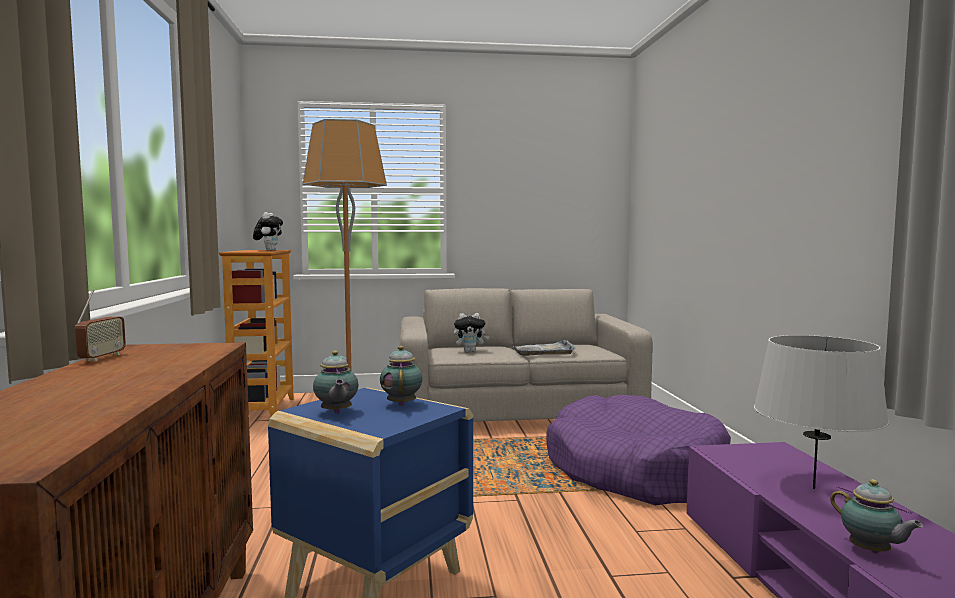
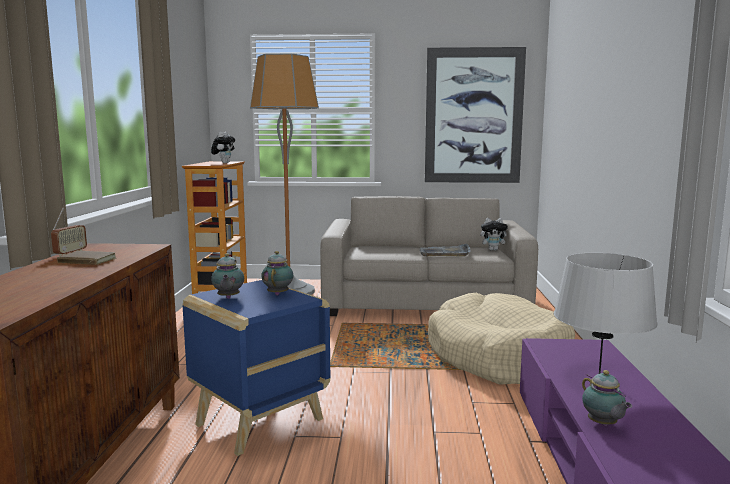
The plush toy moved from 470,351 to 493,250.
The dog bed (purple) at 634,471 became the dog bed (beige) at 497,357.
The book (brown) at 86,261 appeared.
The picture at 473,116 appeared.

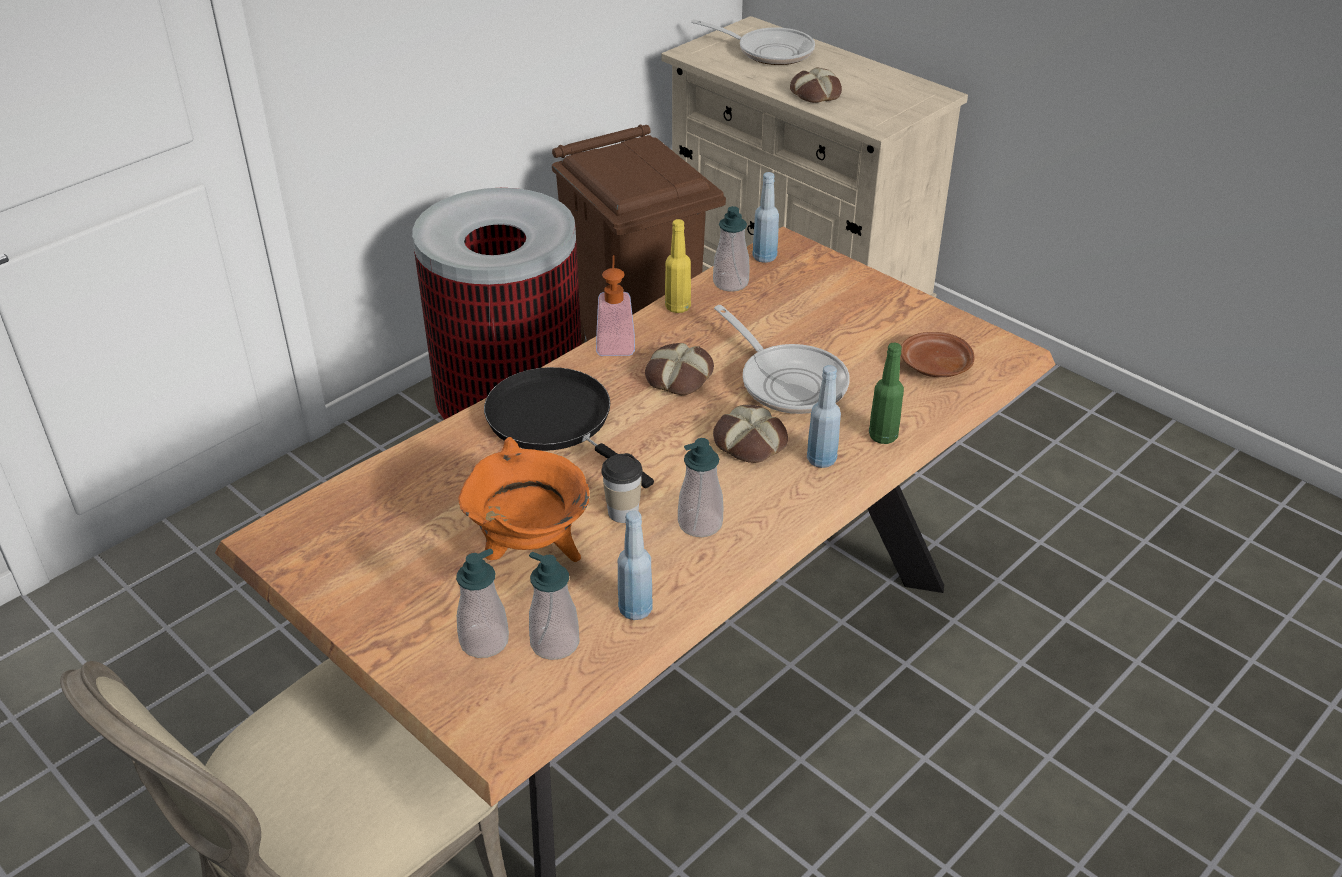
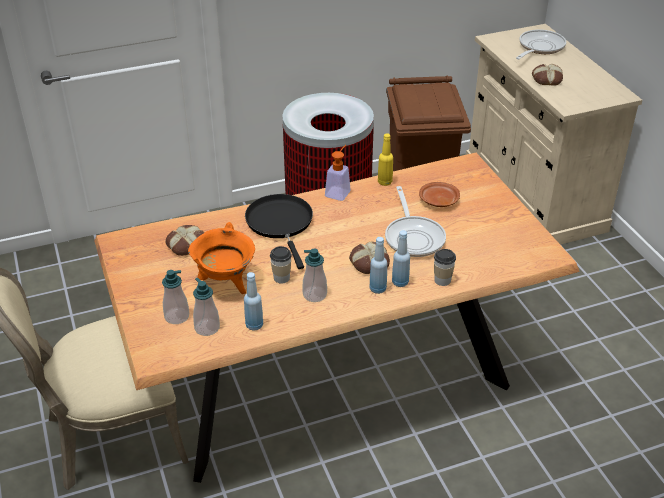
The bread moved from 678,376 to 186,244.
The frying pan at 769,51 turned 105 degrees counterclockwise.
The soap dispenser at 730,283 disappeared.
The bottle (blue) moved from 764,257 to 377,289.
The bottle (green) at 883,436 was replaced by the cup at 442,280.
The plate (brown) moved from 935,366 to 438,200.

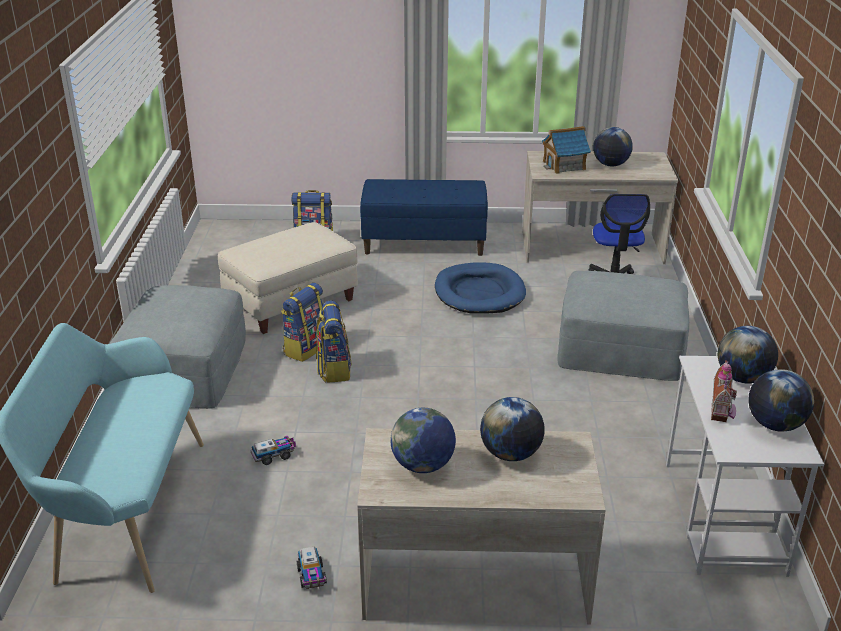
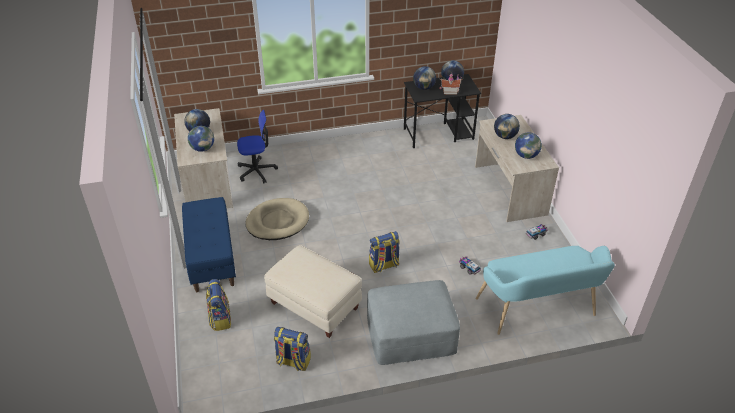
The backpack moved from 305,348 to 293,361.
The dog bed (blue) at 479,292 became the dog bed (beige) at 277,221.
The toy house at 564,165 was replaced by the globe at 203,149.
The ottoman (grey) at 620,348 disappeared.
The desk (white) at 723,517 became the desk (black) at 439,134.

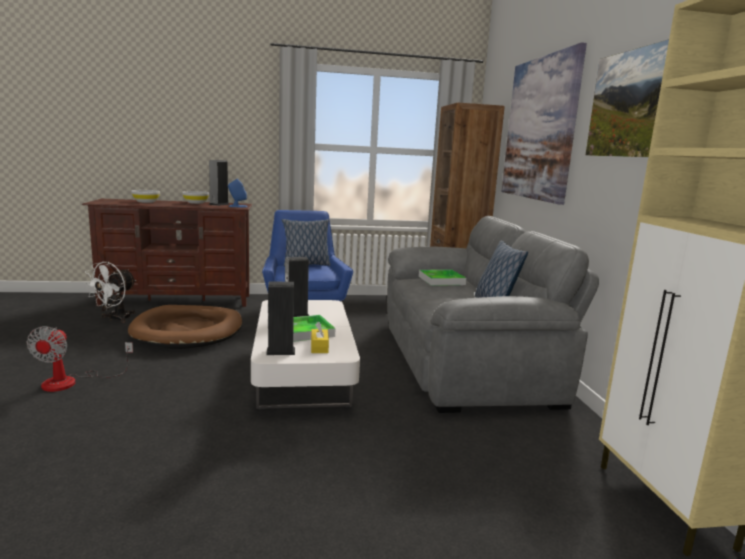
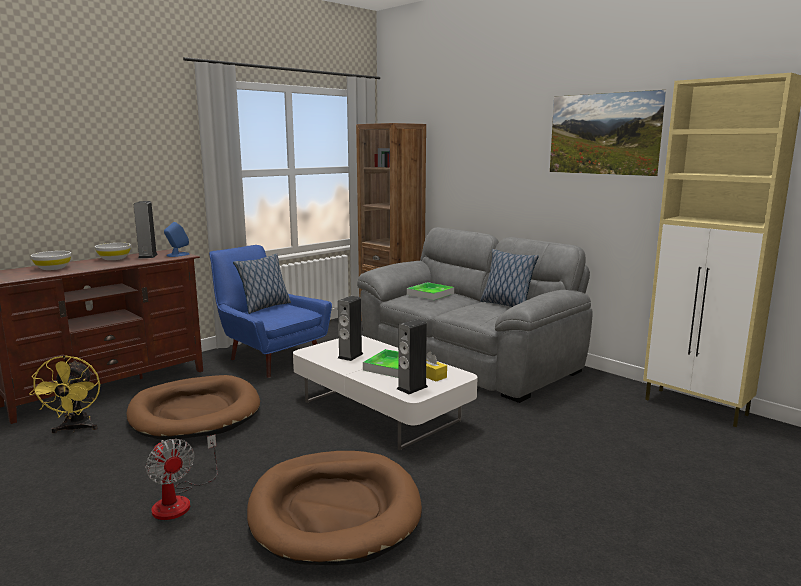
The fan (white) at 115,319 became the fan (yellow) at 75,429.
The picture at 539,129 disappeared.
The dog bed (brown) at 334,511 appeared.

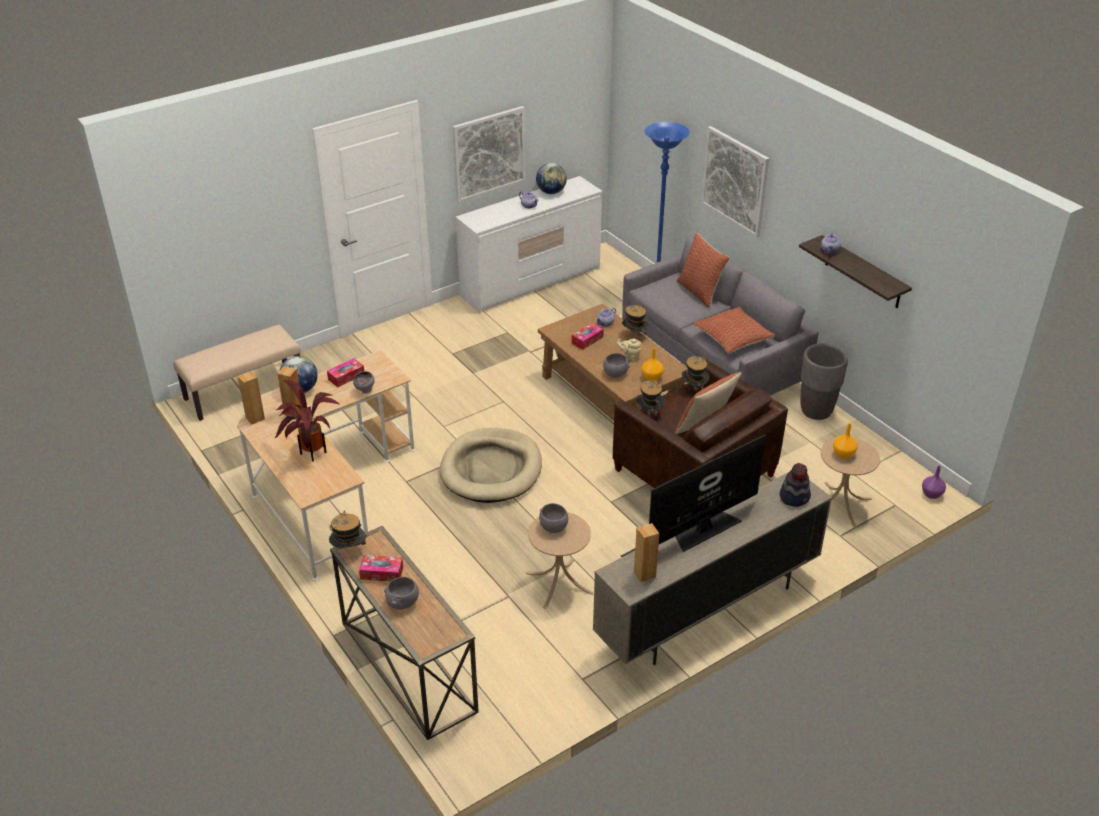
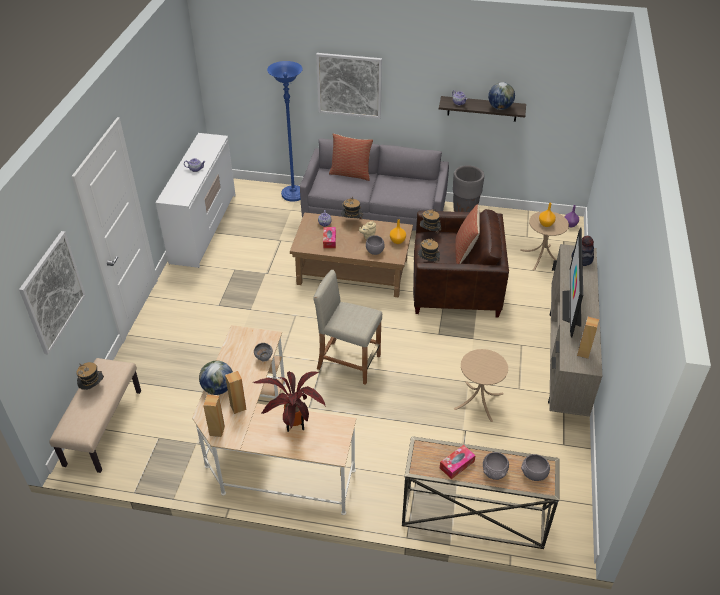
The tissue box at 346,377 disappeared.
The hat moved from 349,550 to 93,388.
The dog bed (beige) at 491,469 was replaced by the stool (beige) at 348,362.
The picture moved from 489,153 to 52,292.
The globe moved from 551,192 to 500,107.
The bowl (grey) moved from 553,526 to 533,474.
The pillow at 733,338 disappeared.

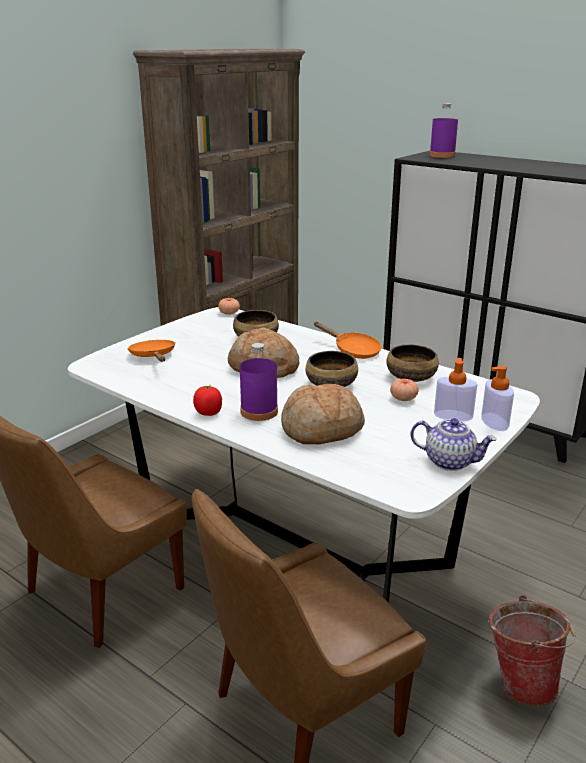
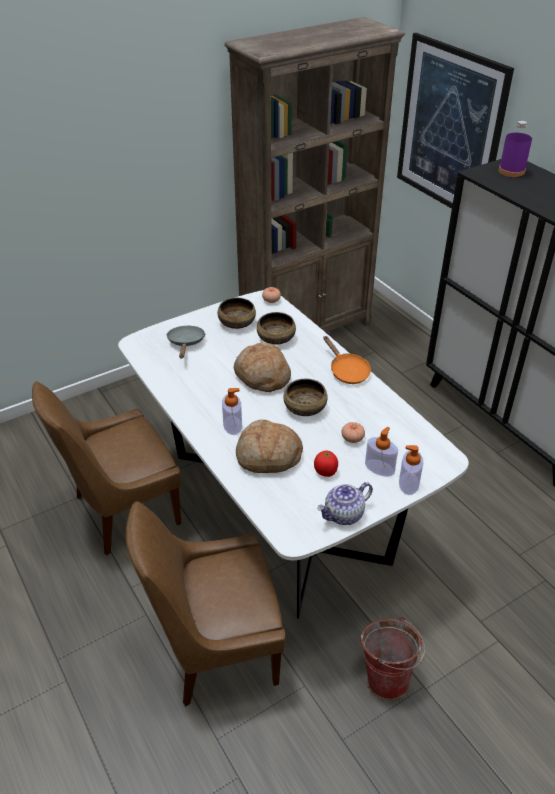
The frying pan (orange) at 154,356 became the frying pan (grey) at 186,343.
The tomato moved from 208,413 to 325,472.
The bottle (purple) at 259,411 was replaced by the soap dispenser at 232,425.
The bowl moved from 410,376 to 236,322.
The teapot at 450,461 turned 105 degrees clockwise.
The picture at 450,128 appeared.

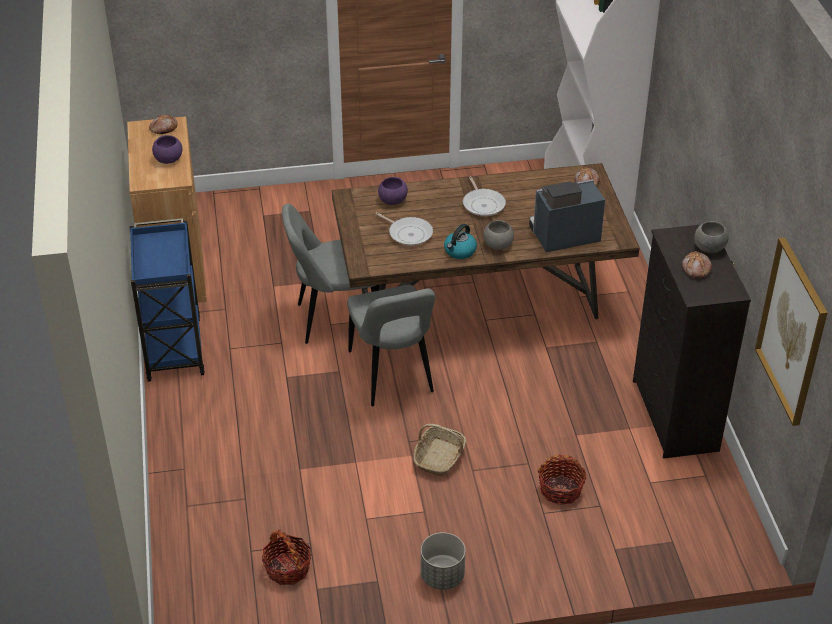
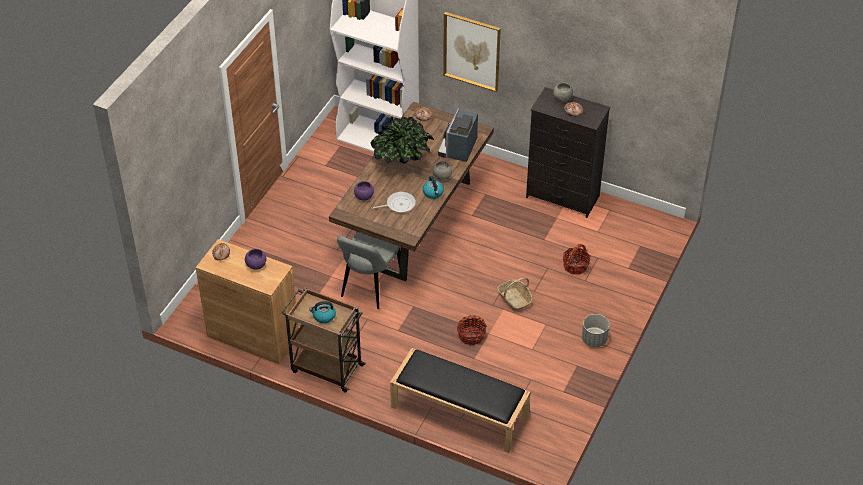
The cart (blue) at 174,347 became the cart (brown) at 326,368.
The basket moved from 287,568 to 471,335.
The chair (grey) at 392,375 disappeared.
The frying pan at 483,204 was replaced by the potted plant at 402,163.
The picture moved from 792,331 to 472,51.
The kettle at 323,316 appeared.
The bench (black) at 458,412 appeared.

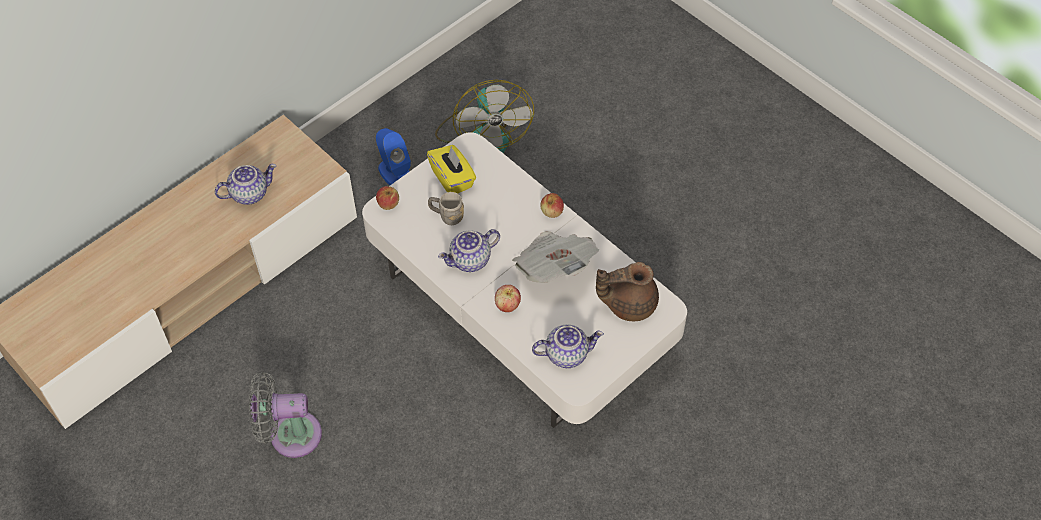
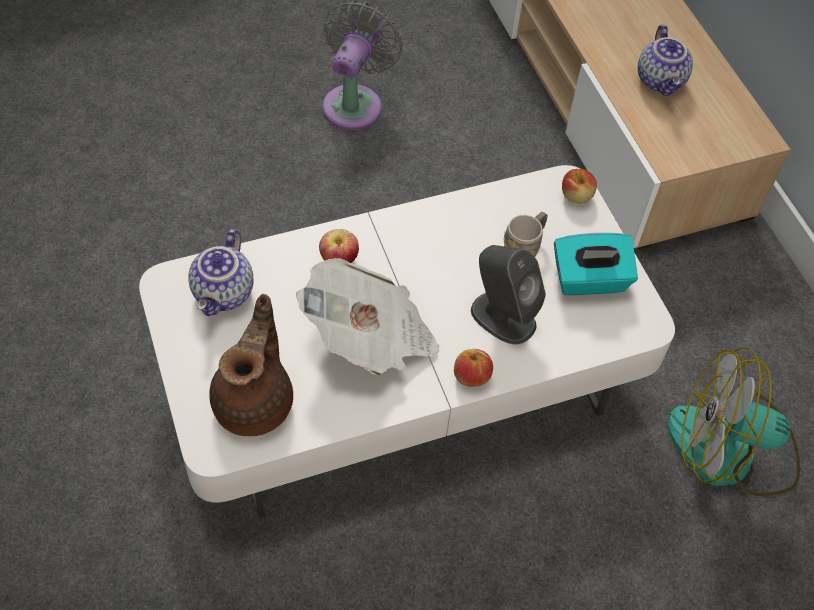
The speaker (blue) at 394,172 disappeared.
The tissue box (yellow) at 452,179 became the tissue box (turquoise) at 589,280.
The teapot at 470,261 disappeared.
The speaker (grey) at 502,317 appeared.

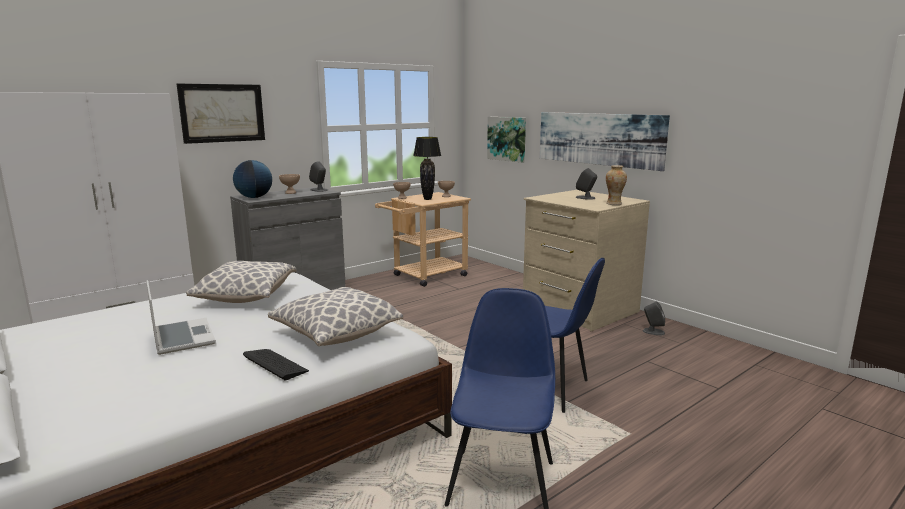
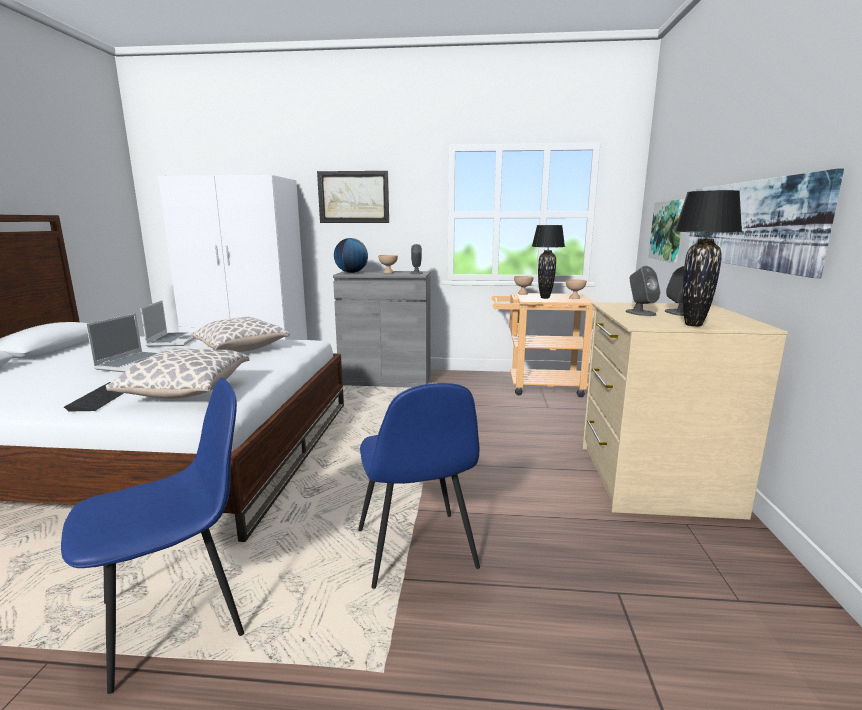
The vase at 614,204 was replaced by the table lamp (black) at 694,325.
The speaker (grey) moved from 653,332 to 640,313.
The laptop at 174,340 appeared.

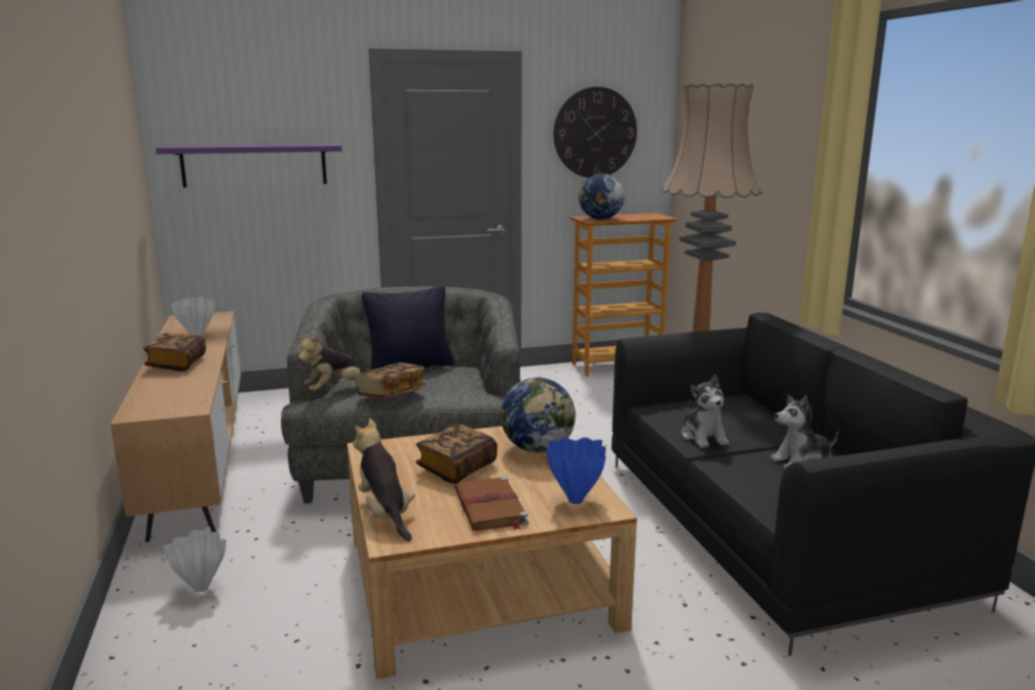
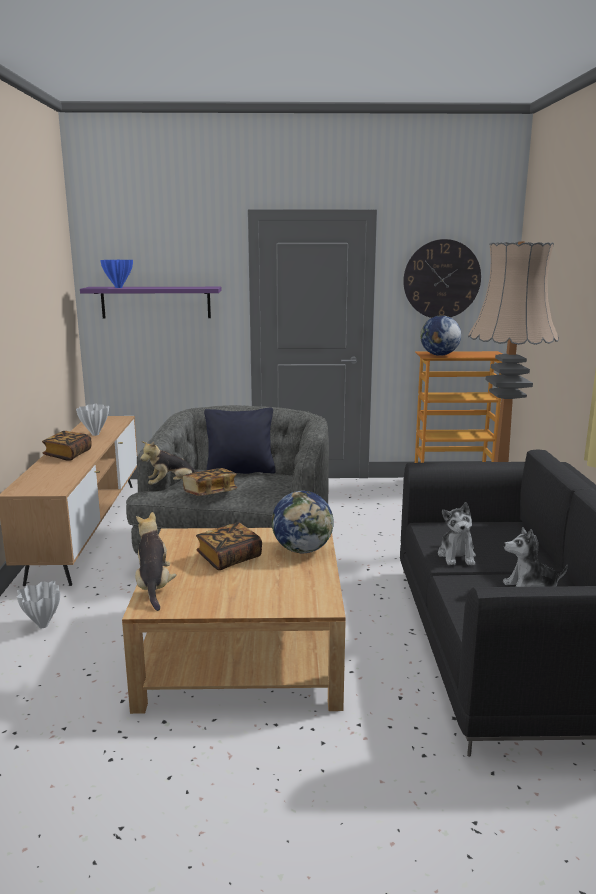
The book (brown) at 490,508 disappeared.
The vase (blue) moved from 574,501 to 118,287.

